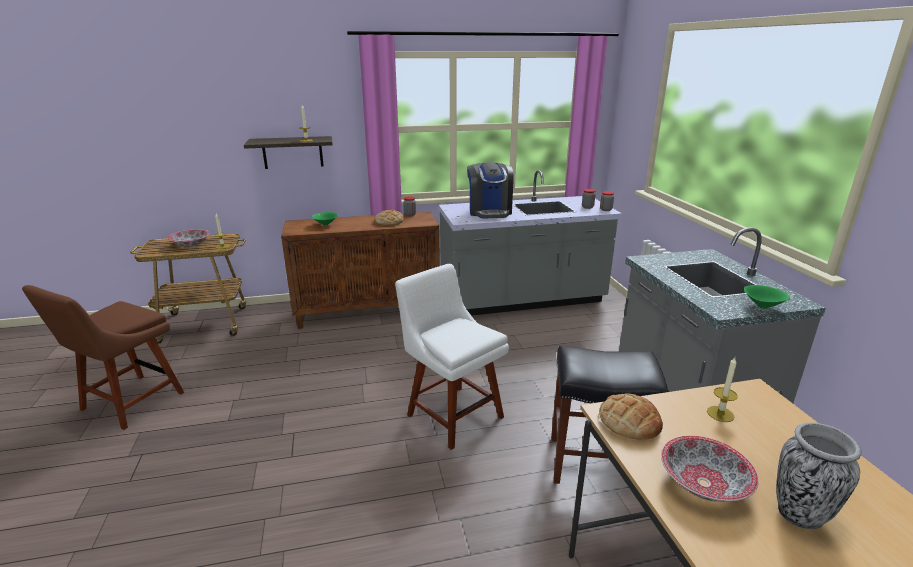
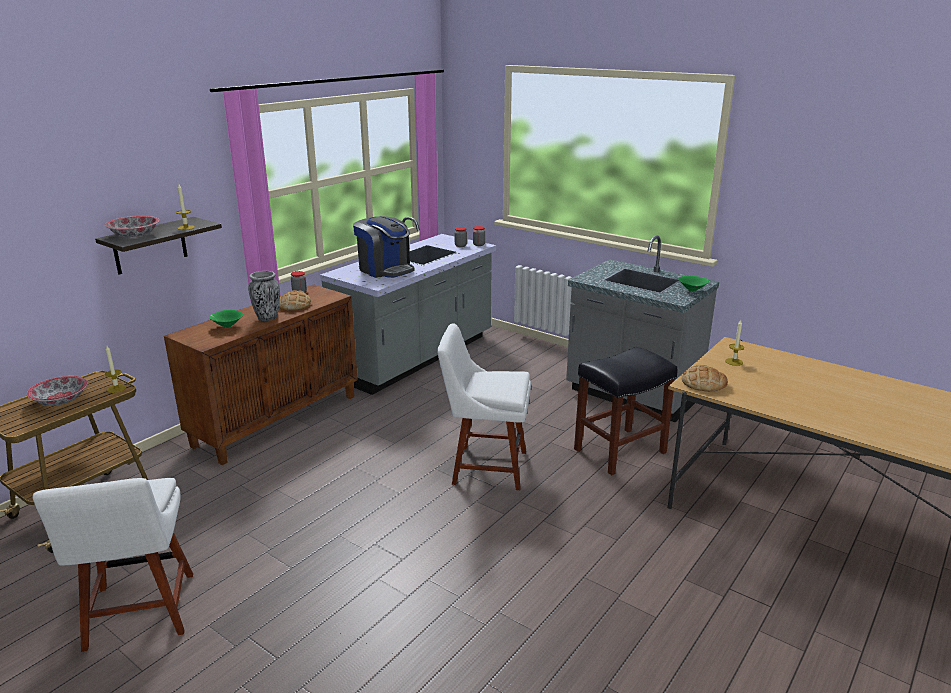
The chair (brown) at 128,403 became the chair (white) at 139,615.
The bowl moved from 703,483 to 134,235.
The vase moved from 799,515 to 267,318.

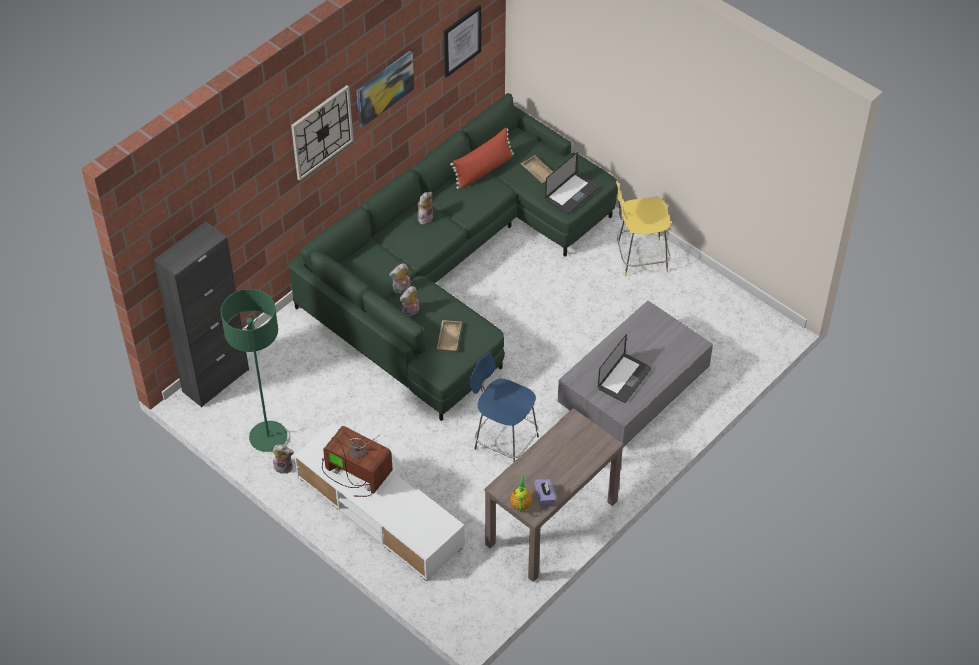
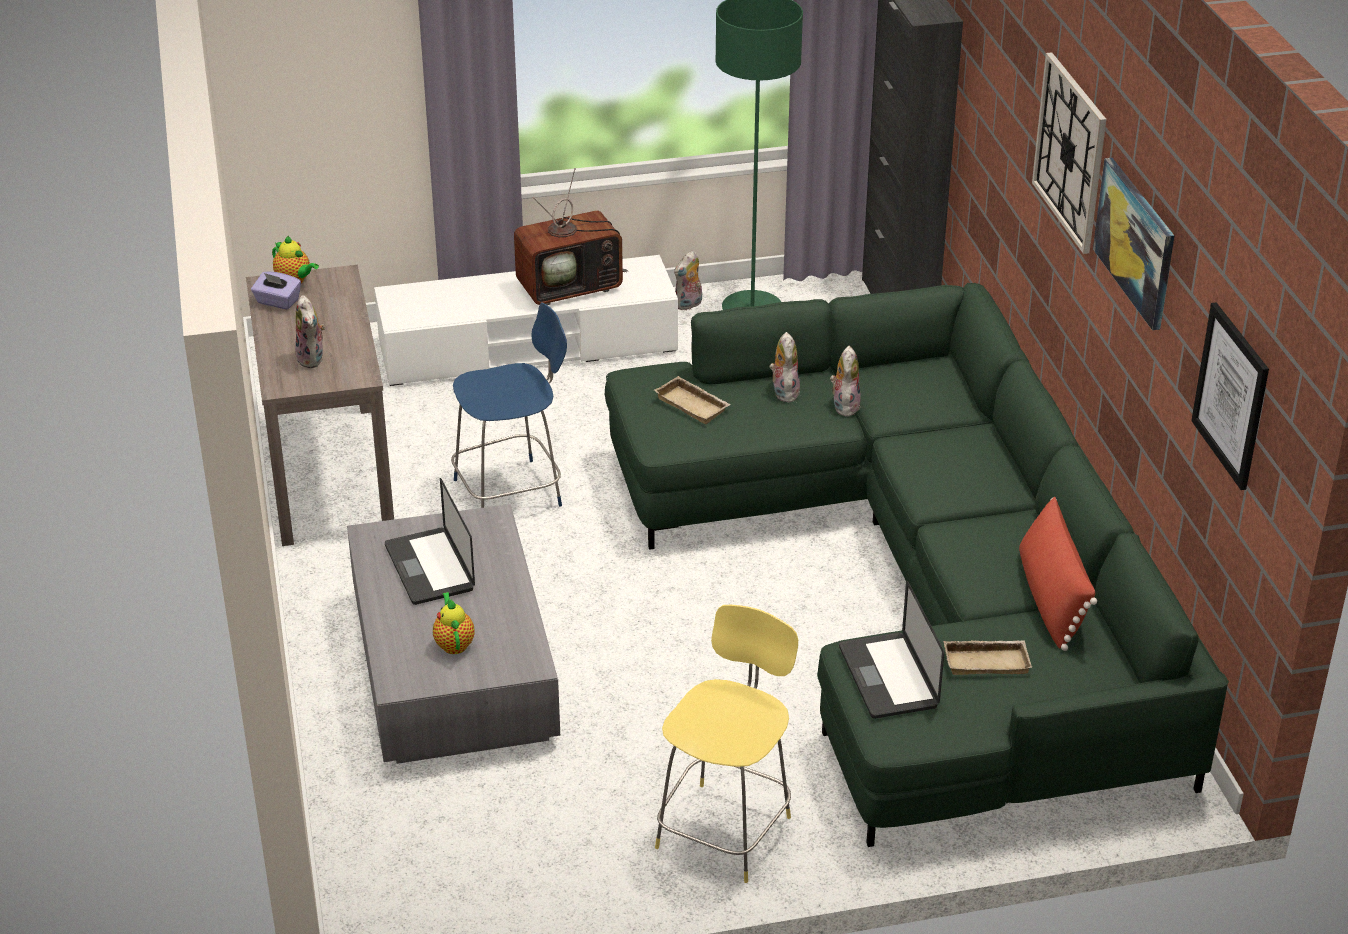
The plush toy moved from 425,217 to 313,359.
The teapot at 454,643 appeared.

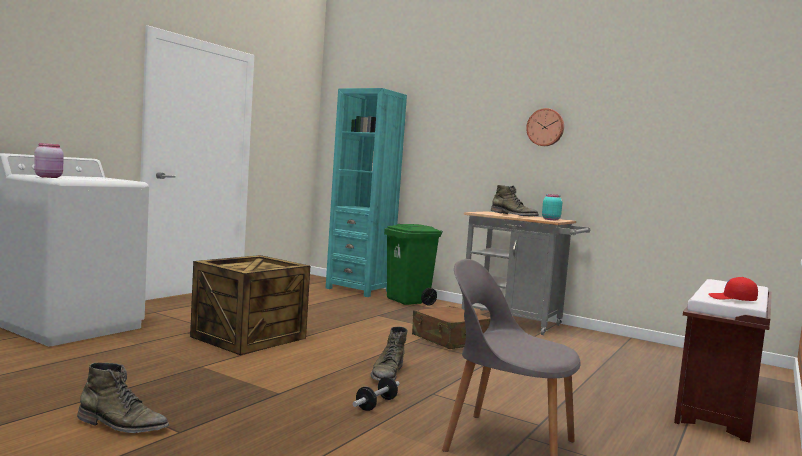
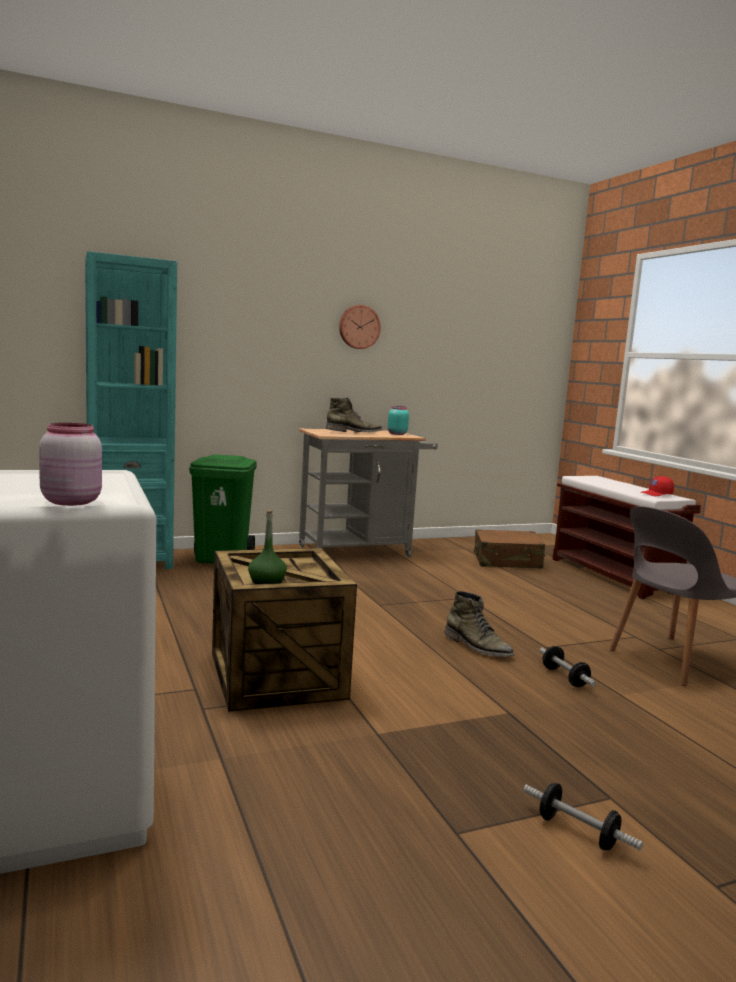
The boot (green) at 122,425 was replaced by the dumbbell at 577,832.
The suitcase (brown) moved from 450,340 to 507,561.
The bottle (green) at 266,582 appeared.

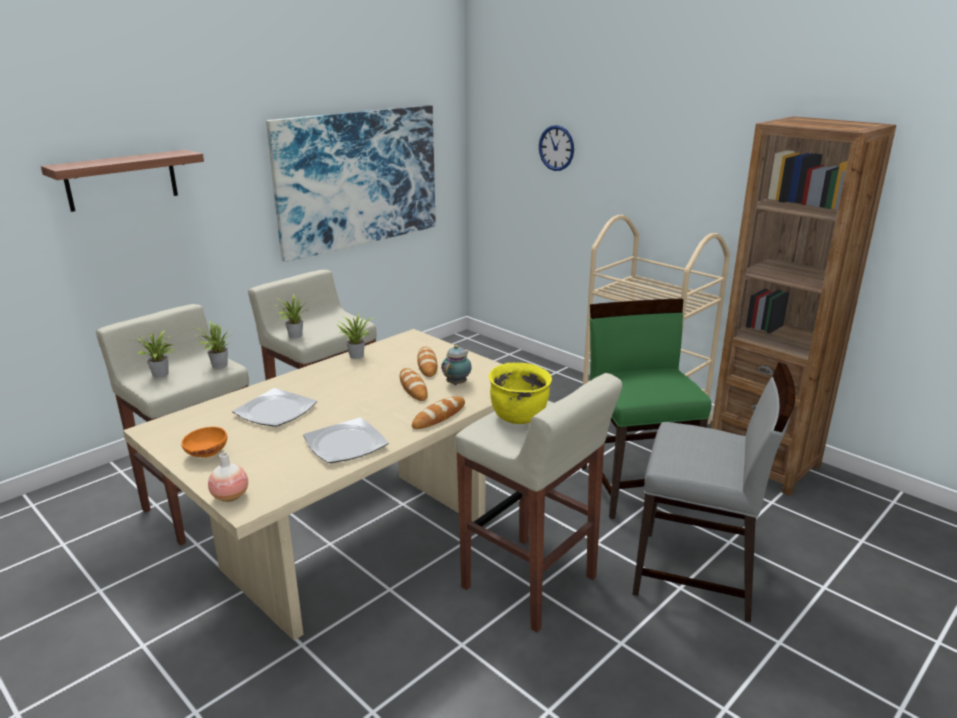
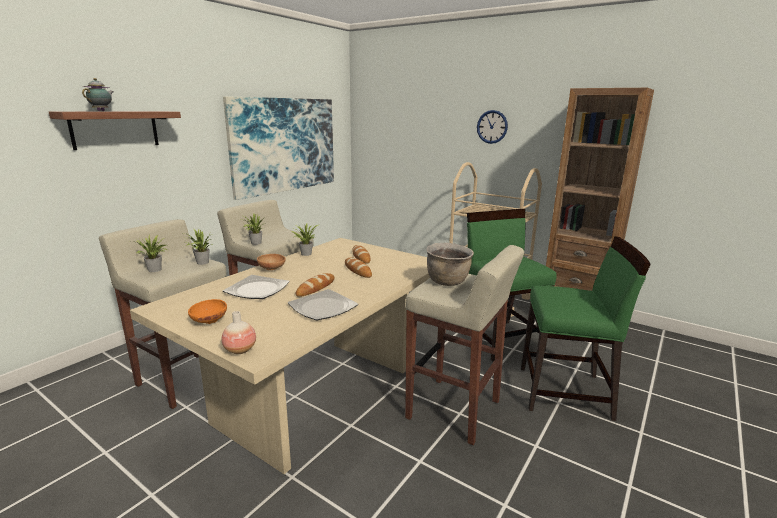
The bread moved from 439,416 to 316,287.
The teapot moved from 457,383 to 102,111.
The cooking pot (yellow) at 519,417 became the cooking pot (brown) at 447,282.
The wall clock moved from 556,148 to 492,127.
The chair (grey) at 696,575 became the chair (green) at 565,392.
The bowl (brown) at 272,269 appeared.

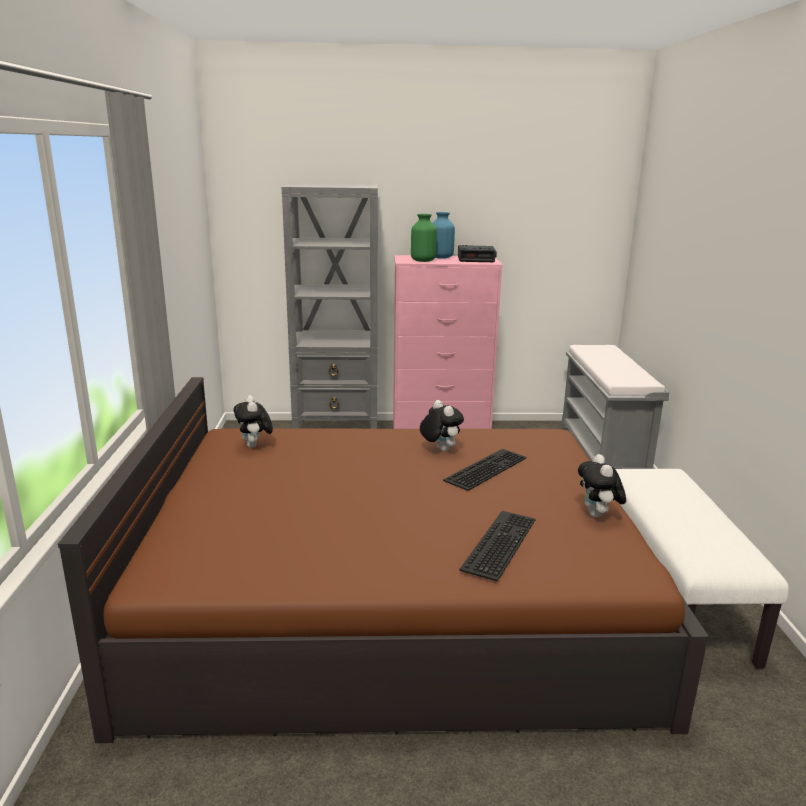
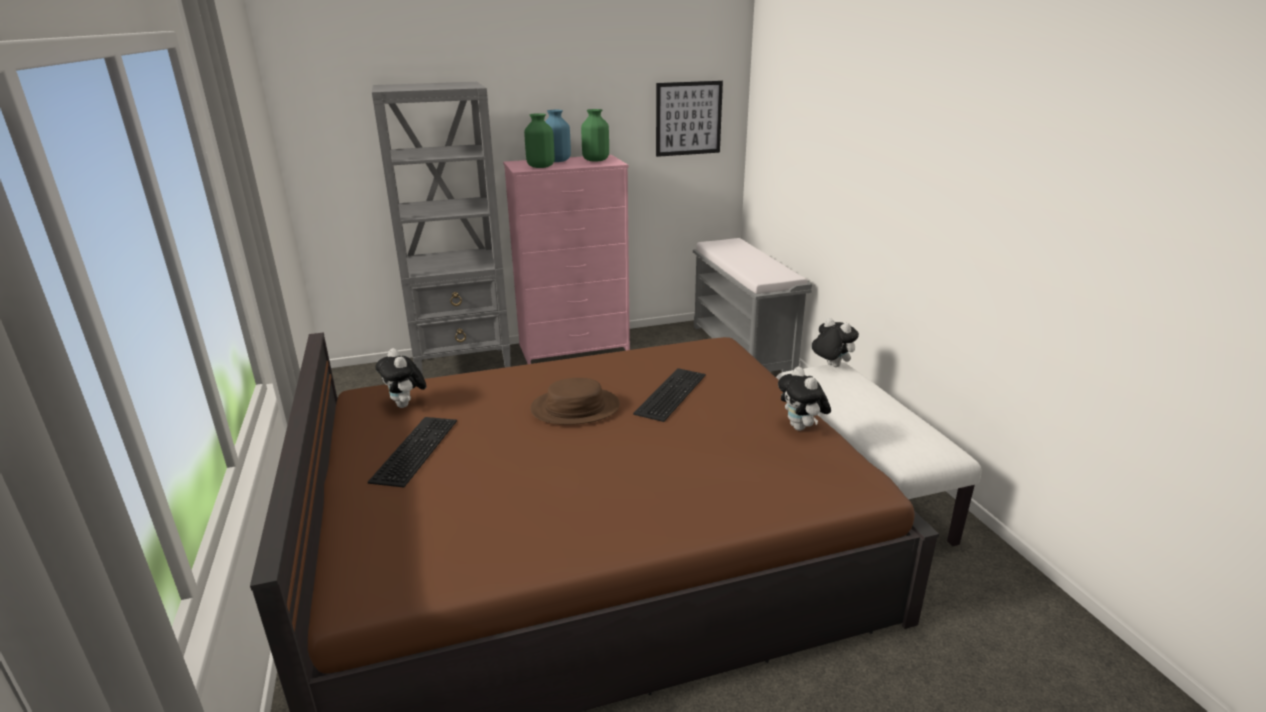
The plush toy moved from 440,449 to 830,366.
The alarm clock at 476,259 was replaced by the vase (green) at 596,160.
The keyboard moved from 497,542 to 413,449.
The hat (brown) at 575,408 appeared.
The picture at 688,118 appeared.

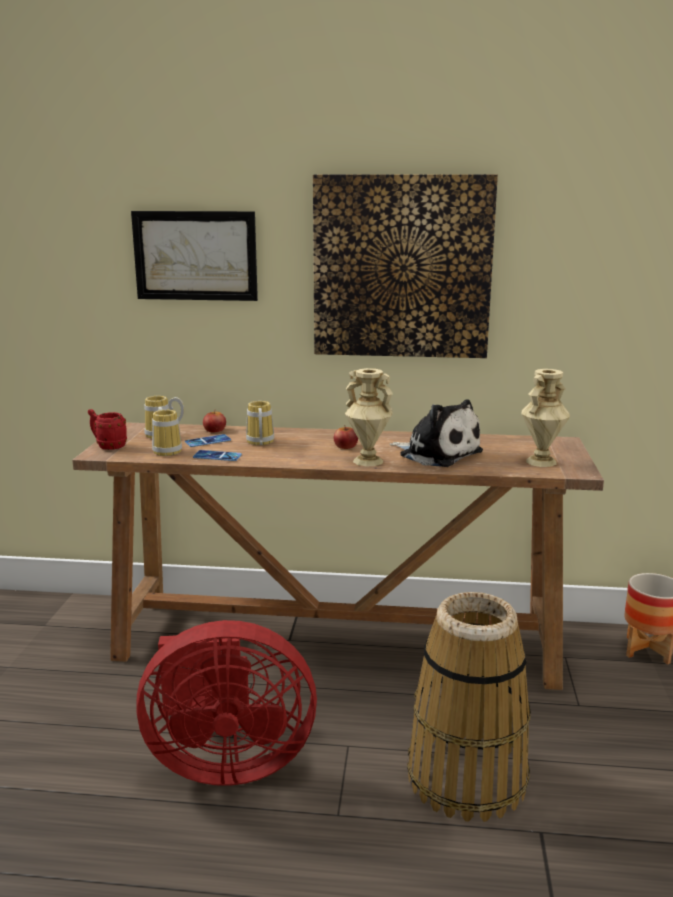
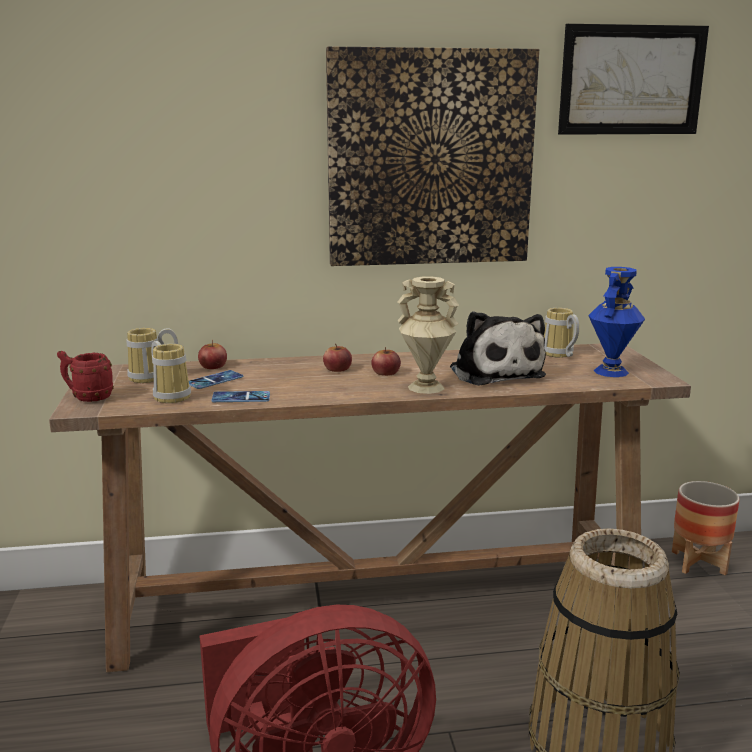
The picture moved from 195,256 to 631,80.
The mug moved from 259,443 to 558,355.
The plush toy at 437,454 turned 45 degrees clockwise.
The vase (beige) at 541,462 became the vase (blue) at 611,372.
The apple at 337,369 appeared.

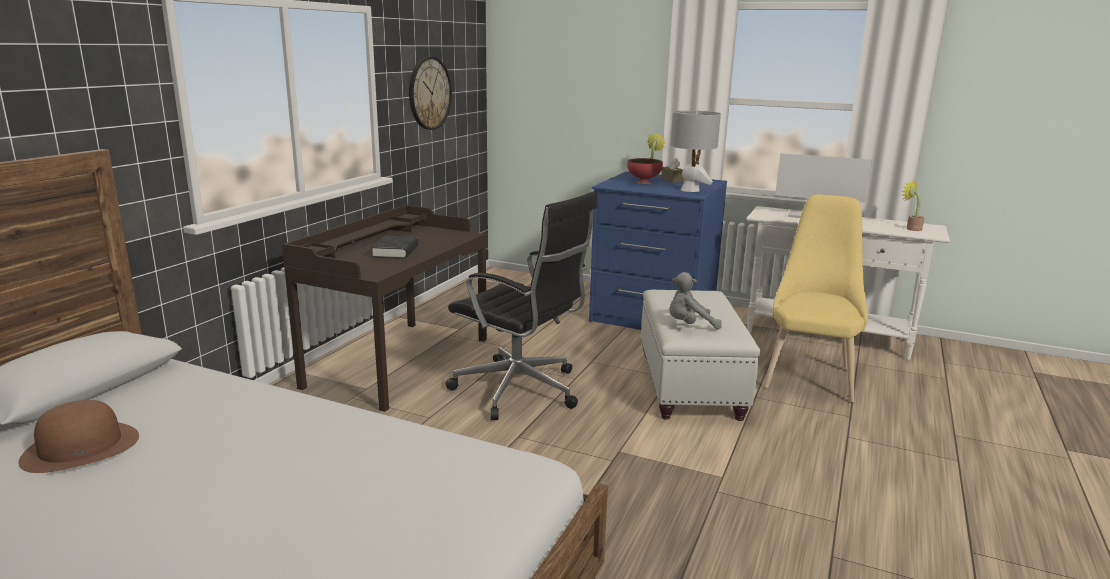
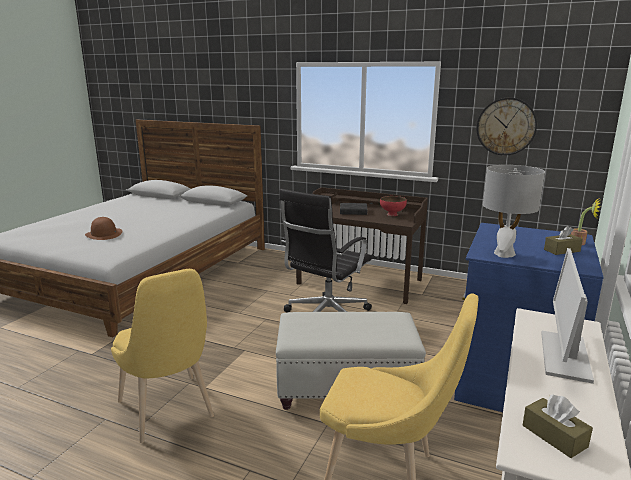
The hat (brown) moved from 81,447 to 104,234.
The bowl (red) moved from 643,182 to 392,214.
The plush toy (grey) at 689,325 disappeared.
The potted plant at 911,228 was replaced by the tissue box (brown) at 554,436.
The chair (yellow) at 169,412 appeared.

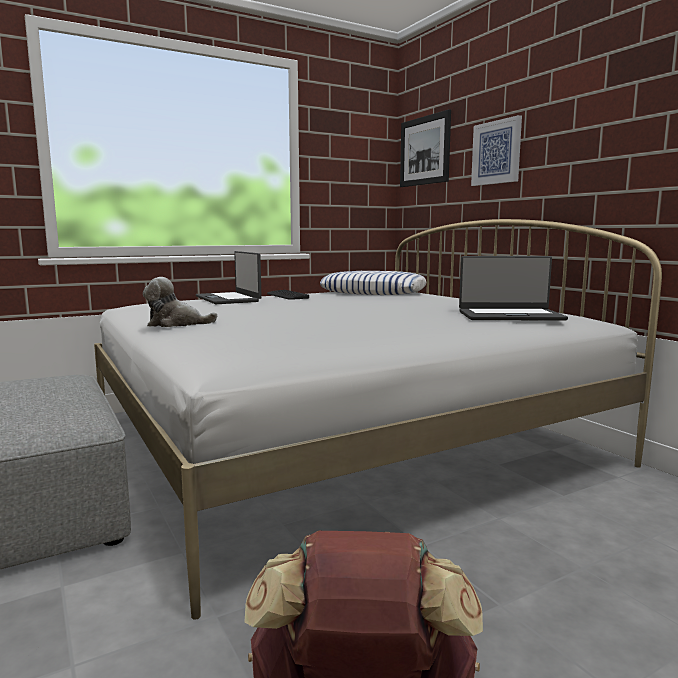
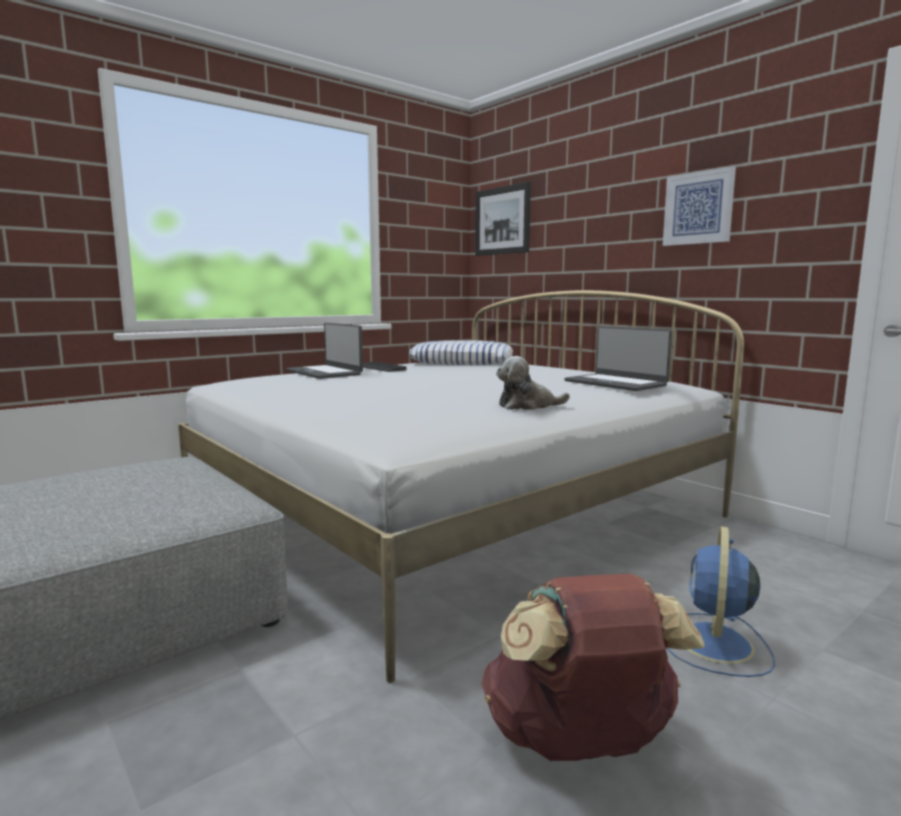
The plush toy moved from 176,324 to 528,406.
The laptop at 510,315 turned 60 degrees clockwise.
The picture moved from 496,152 to 698,208.
The fan (blue) at 714,645 appeared.

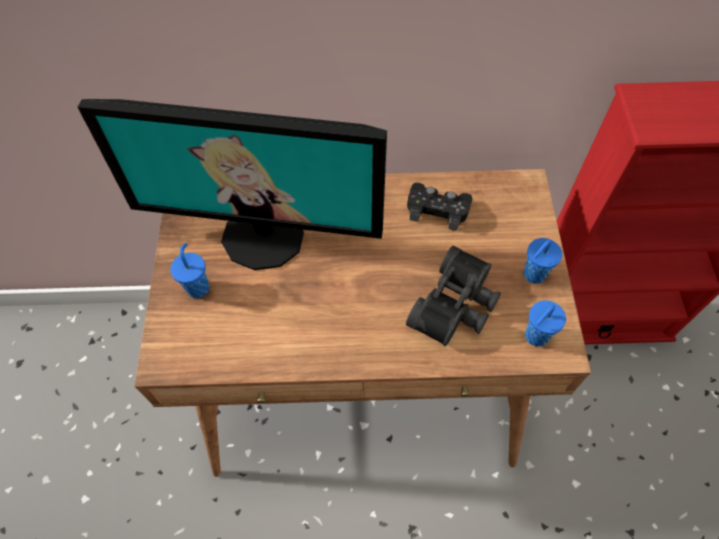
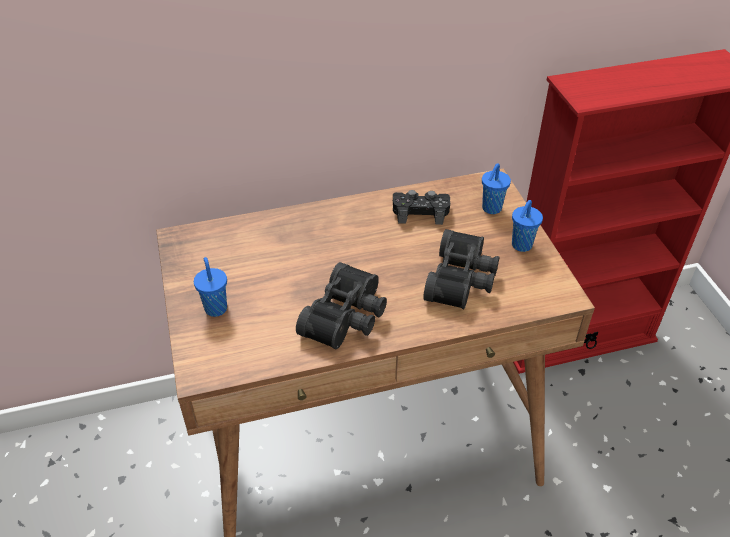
The monitor at 263,236 disappeared.
The cup (blue) moved from 535,337 to 491,209.
The binoculars (black) at 348,317 appeared.

